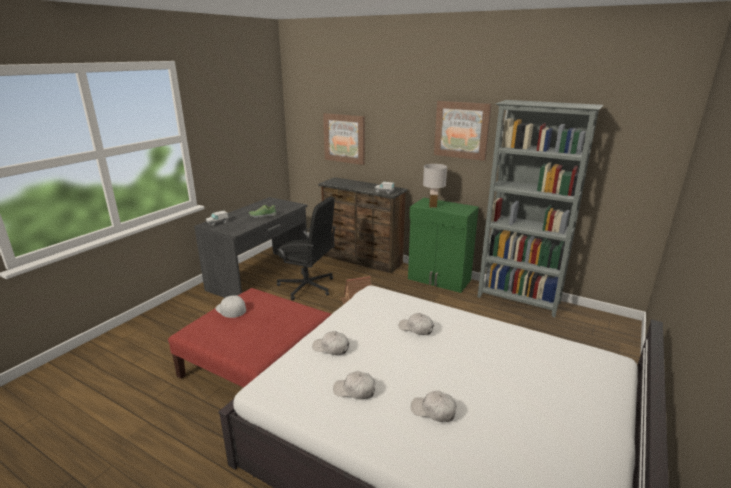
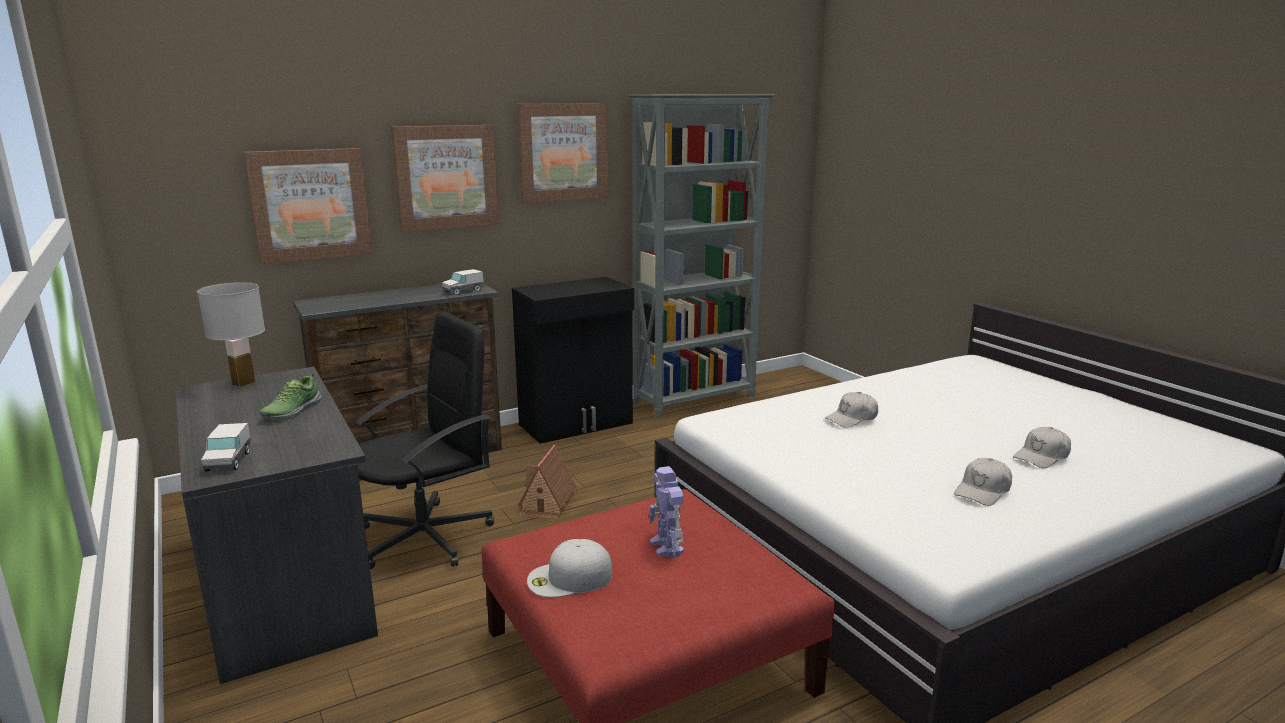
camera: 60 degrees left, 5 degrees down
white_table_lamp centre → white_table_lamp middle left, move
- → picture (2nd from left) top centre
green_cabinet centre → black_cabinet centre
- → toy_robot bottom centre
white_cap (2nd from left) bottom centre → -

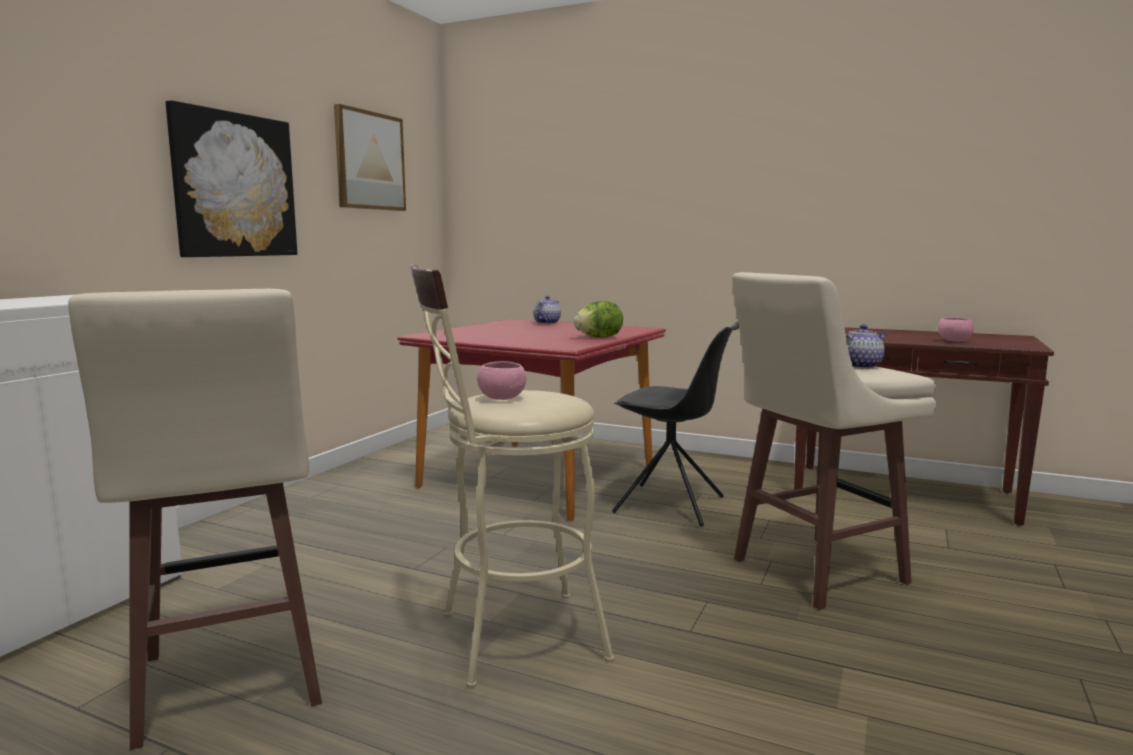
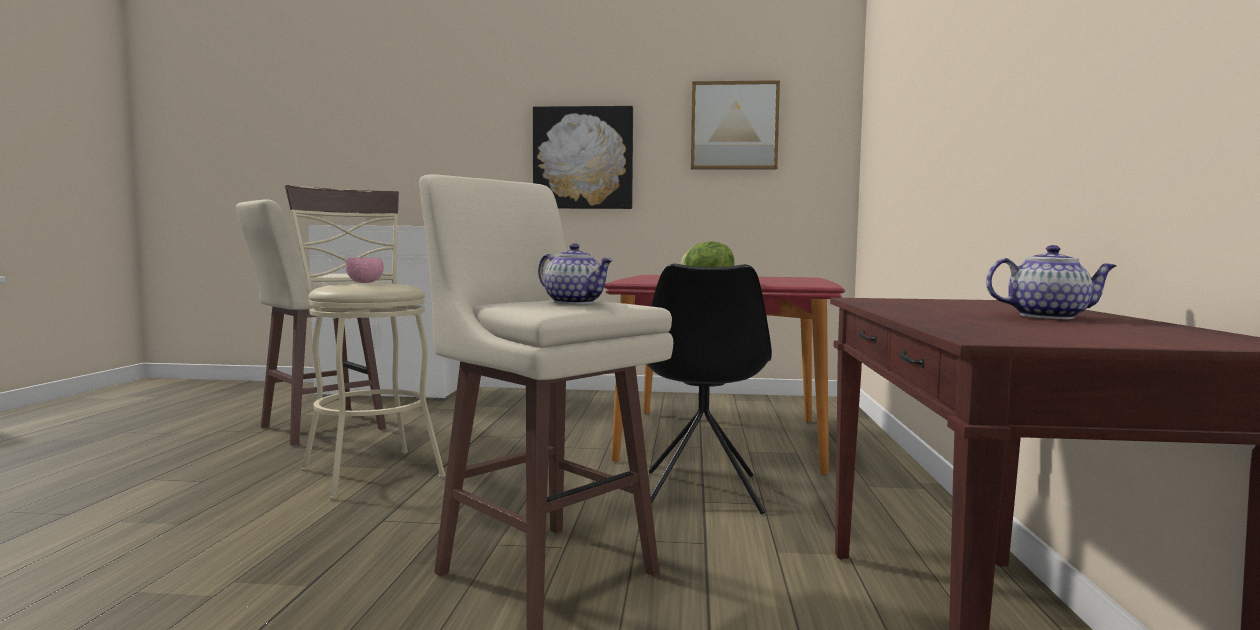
camera: 70 degrees right, 5 degrees down
teapot (1st from left in the first image) centre → teapot (2nd from left) middle right, move
pink_bowl (2nd from left) middle right → -

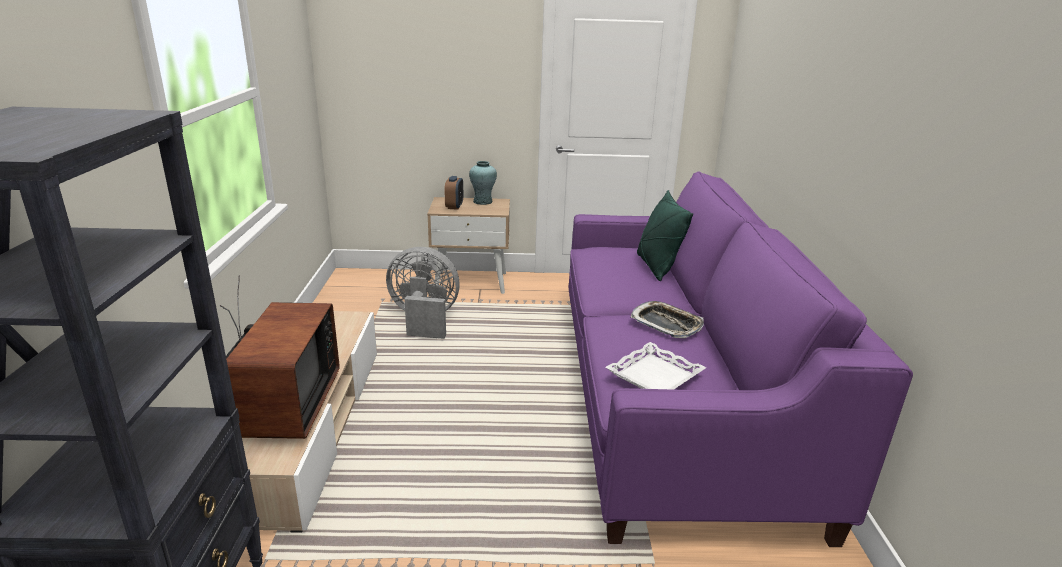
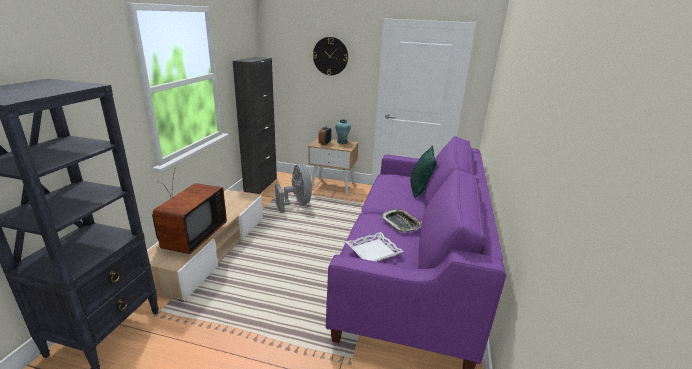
camera: 15 degrees right, 0 degrees up
- → black_cabinet centre
grey_fan centre, 45 degrees clockwise
- → wall_clock top centre

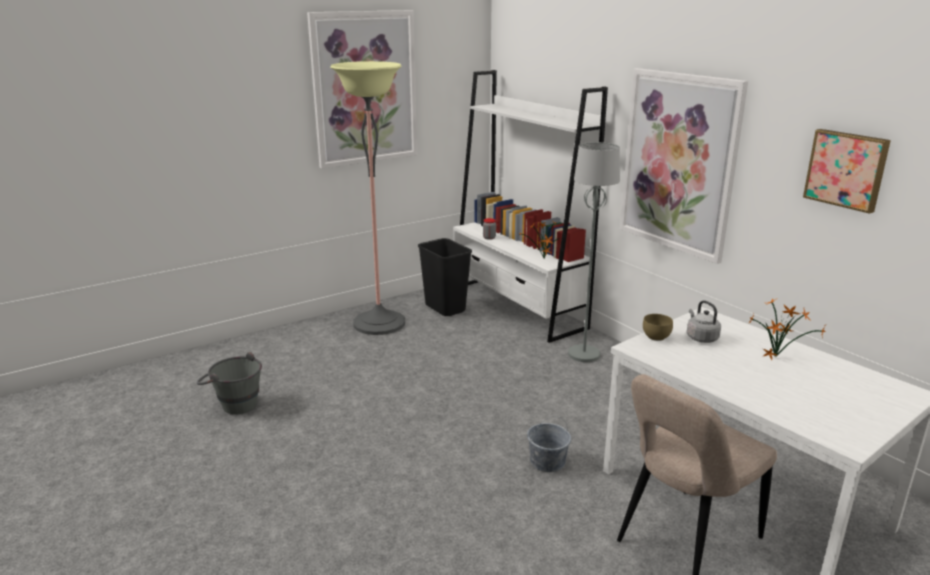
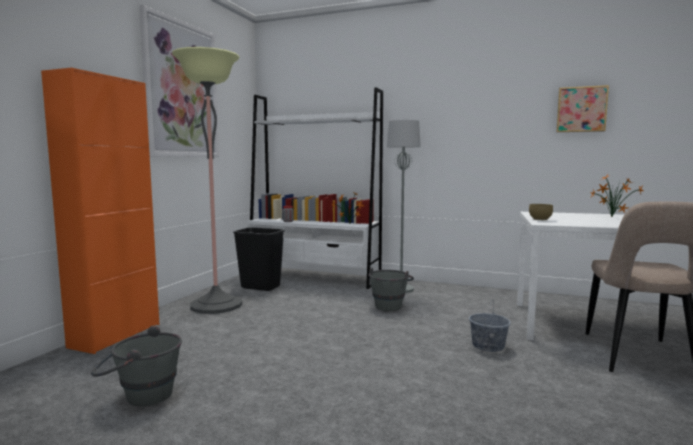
camera: 35 degrees left, 15 degrees down
- → orange_cabinet middle left
- → grey_bucket (2nd from left) centre
picture (2nd from left) top right → -
grey_kettle middle right → -

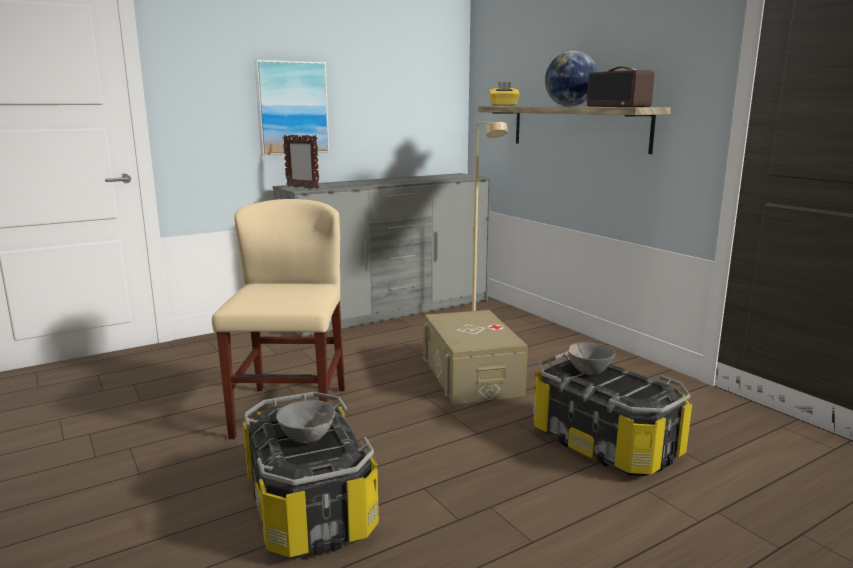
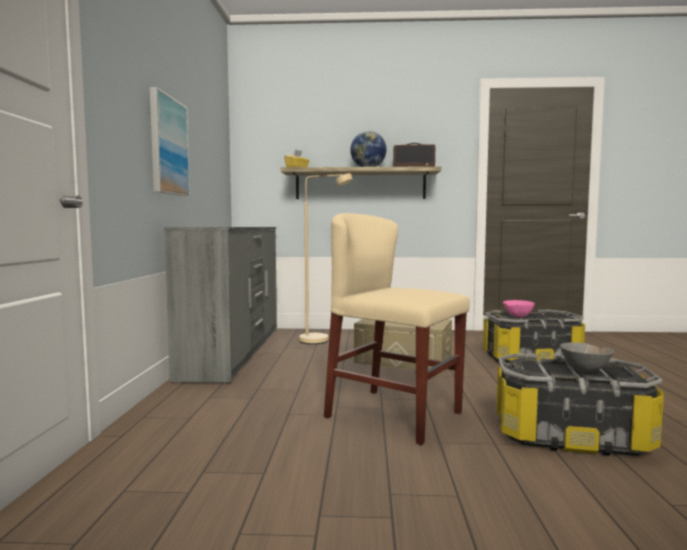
camera: 55 degrees left, 10 degrees down
grey_bowl (2nd from left) middle right → pink_bowl middle right
picture_frame top centre → -

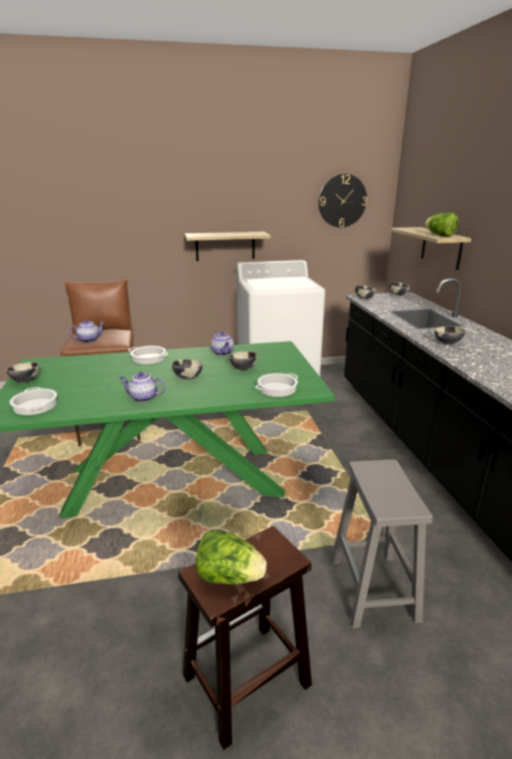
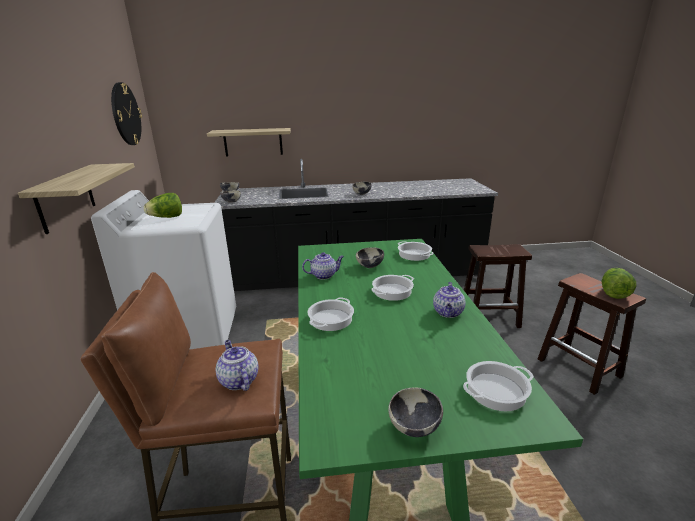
camera: 85 degrees left, 0 degrees up
lettuce (2nd from left in the first image) top right → lettuce (1st from left) middle left, move
bowl (2nd from left) centre → cooking_pot (2nd from left) centre
grey_stool bottom right → brown_stool (2nd from left) middle right

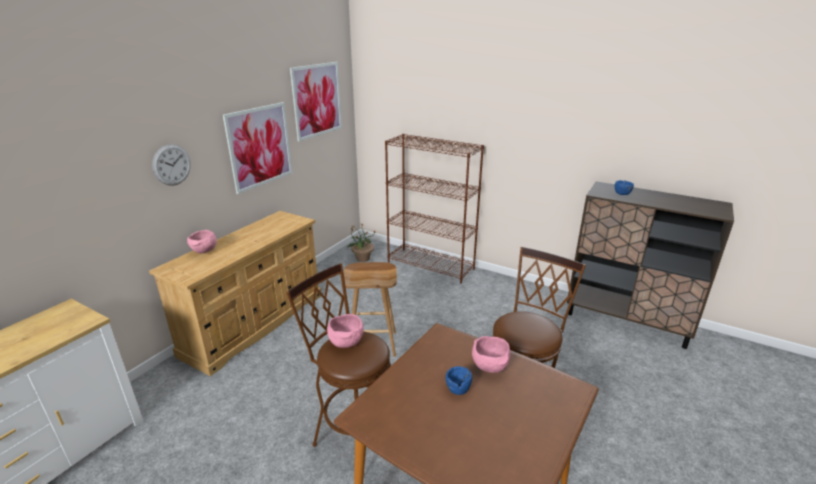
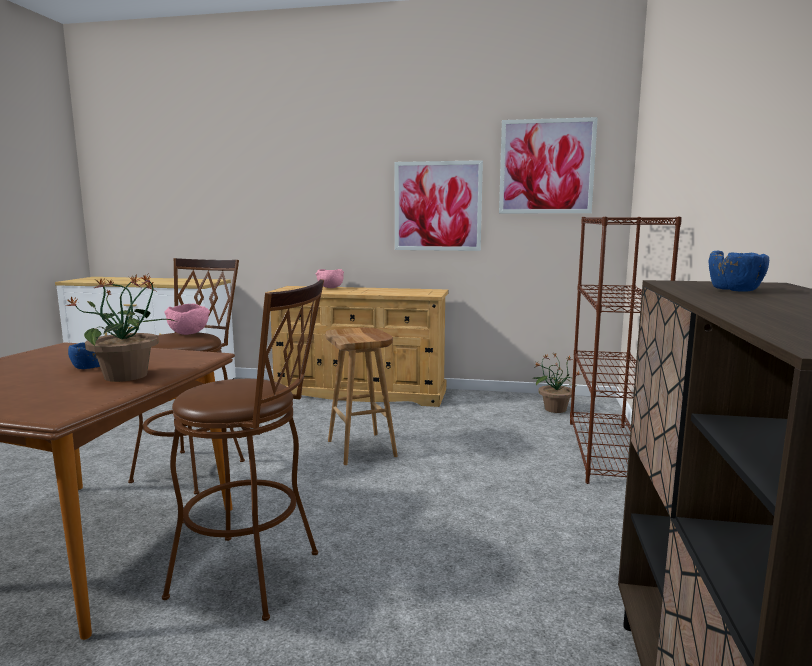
camera: 70 degrees right, 15 degrees down
pink_bowl (3rd from left) bottom centre → potted_plant (1st from left) middle left
wall_clock middle left → -

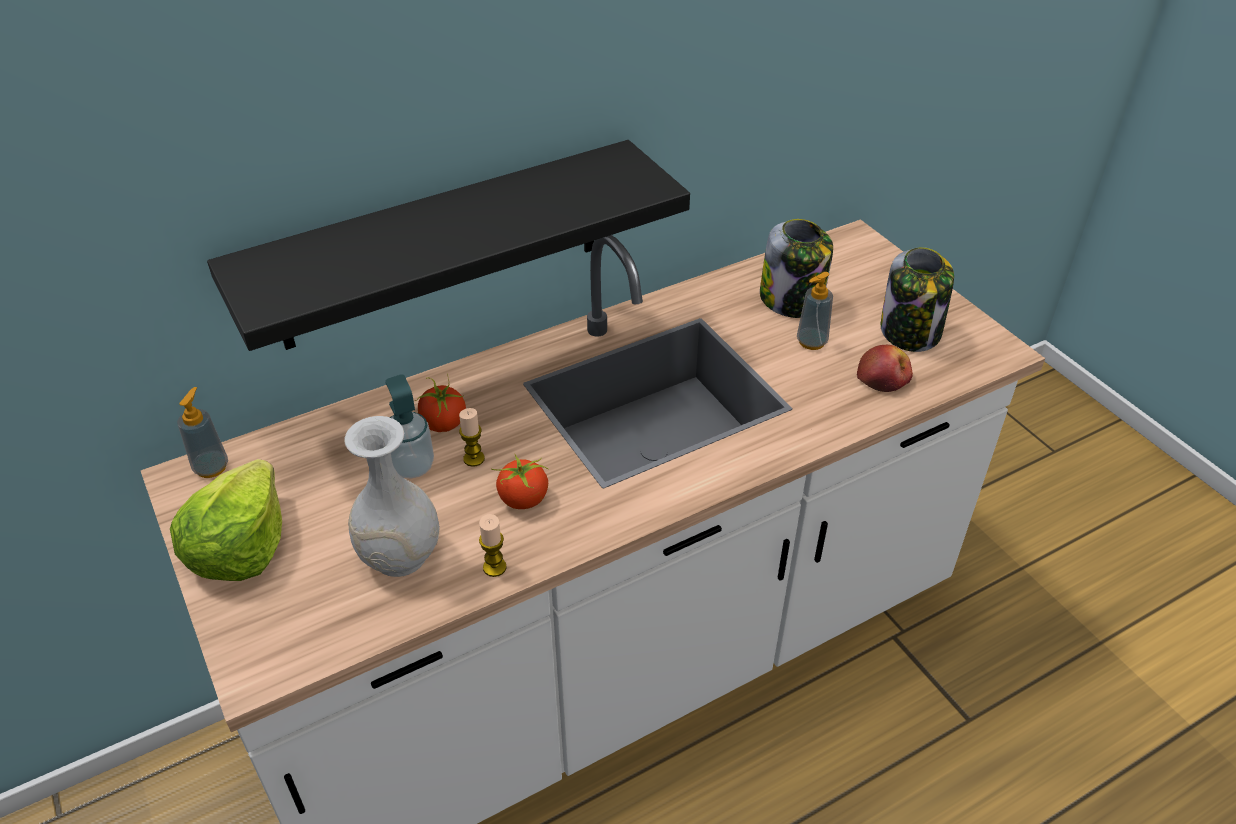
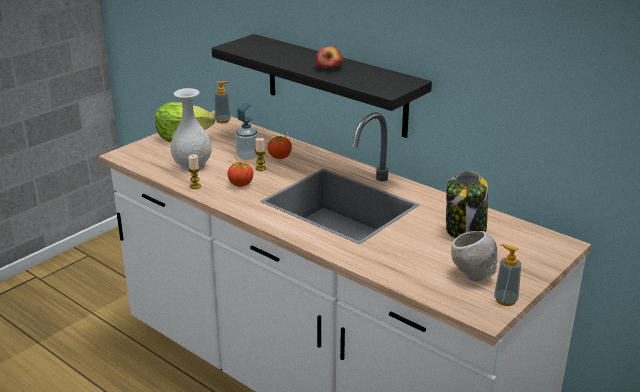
camera: 70 degrees right, 15 degrees down
apple middle right → apple top centre, move
jar (2nd from left) middle right → grey_bowl middle right
soap_dispenser (3rd from left) centre → soap_dispenser (3rd from left) bottom right, move

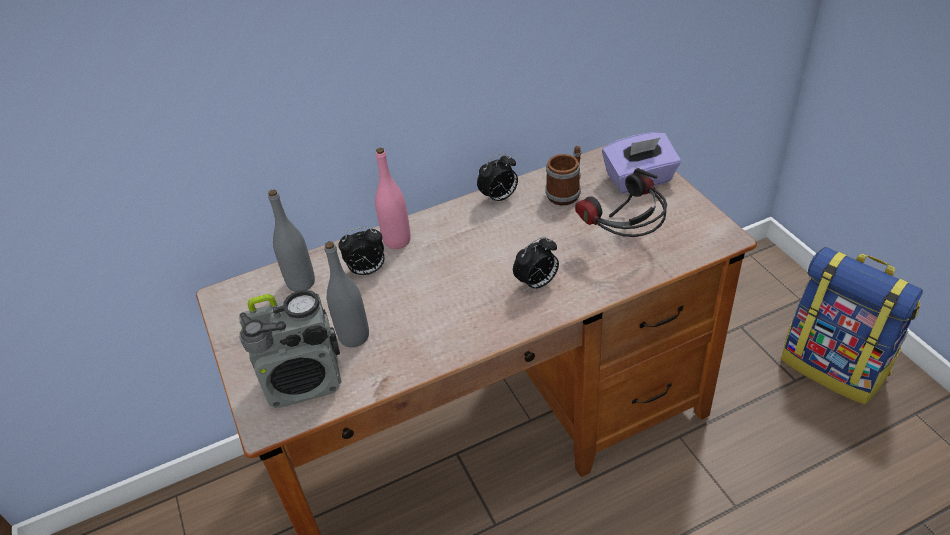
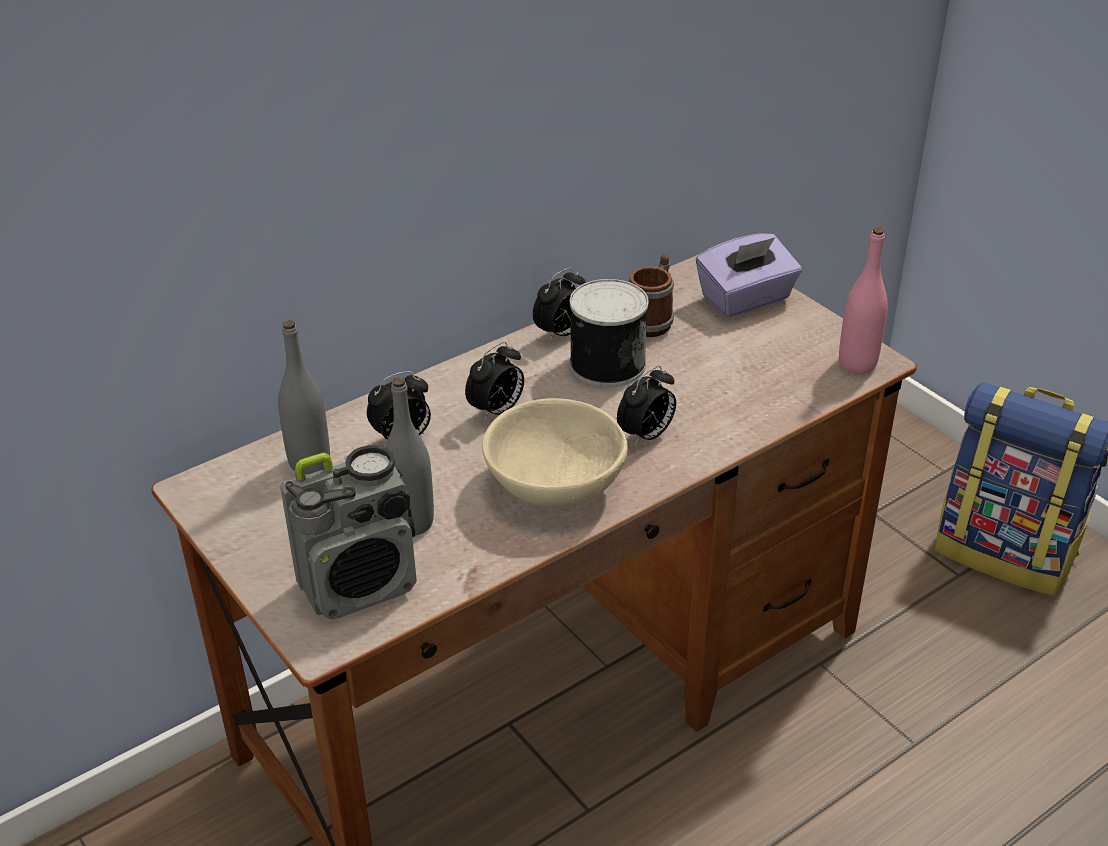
camera: 15 degrees left, 5 degrees down
- → alarm_clock (2nd from left) centre
- → beige_bowl centre
- → can centre
pink_bottle centre → pink_bottle middle right, move
headphones centre → -

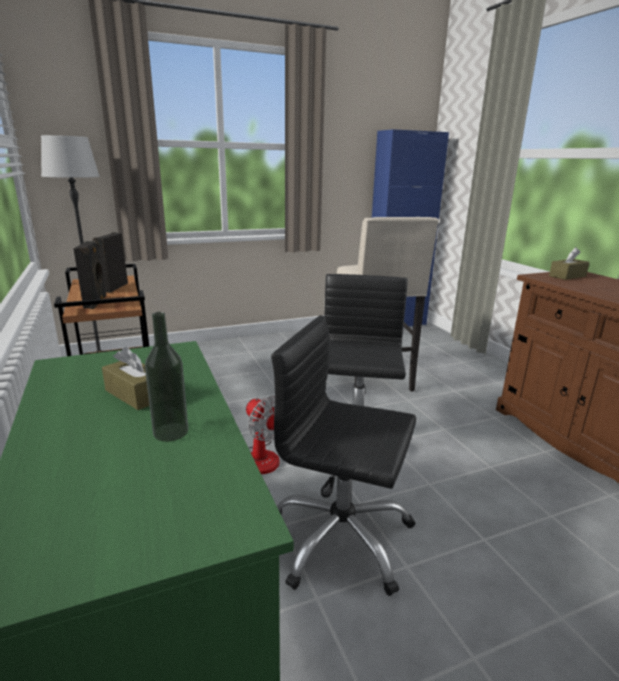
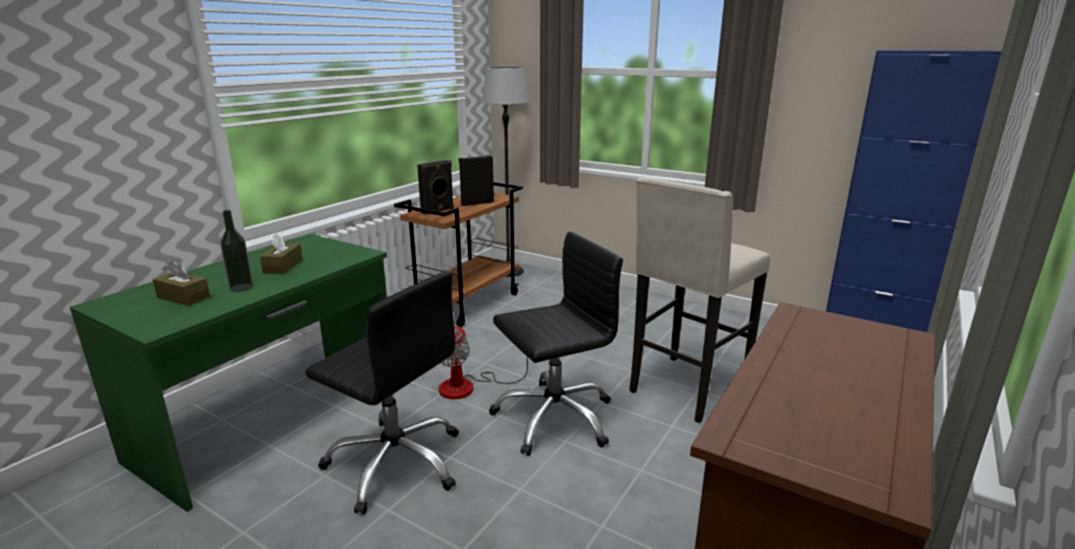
camera: 55 degrees right, 0 degrees up
brown_tissue_box (2nd from left in the first image) middle right → brown_tissue_box (1st from left) middle left, move
black_office_chair (1st from left) bottom centre, 135 degrees clockwise

